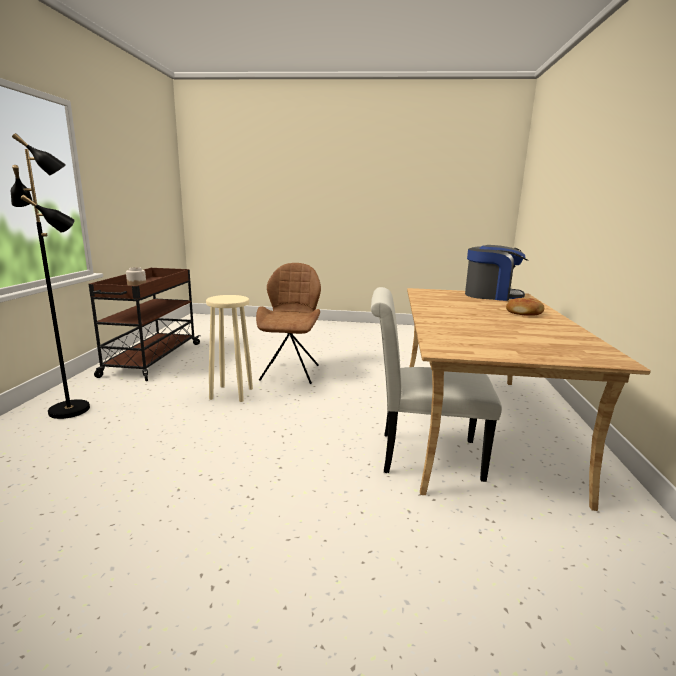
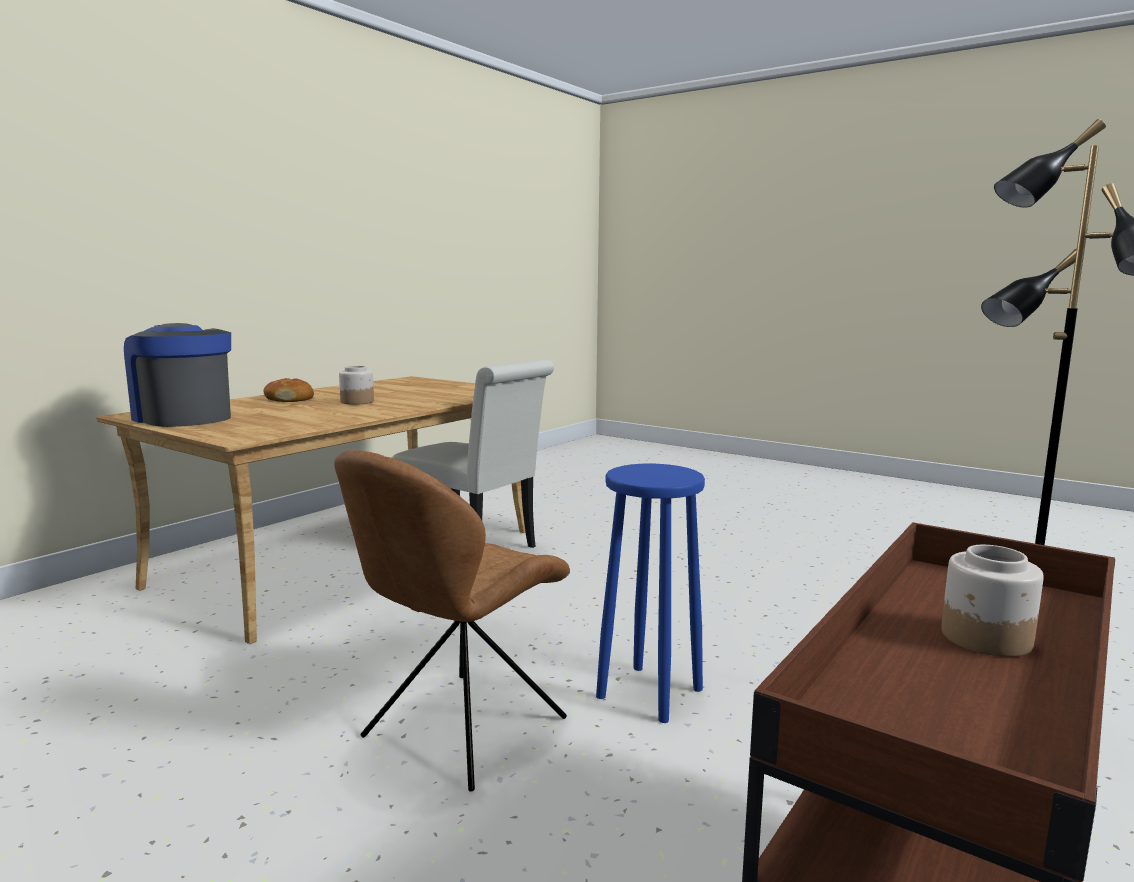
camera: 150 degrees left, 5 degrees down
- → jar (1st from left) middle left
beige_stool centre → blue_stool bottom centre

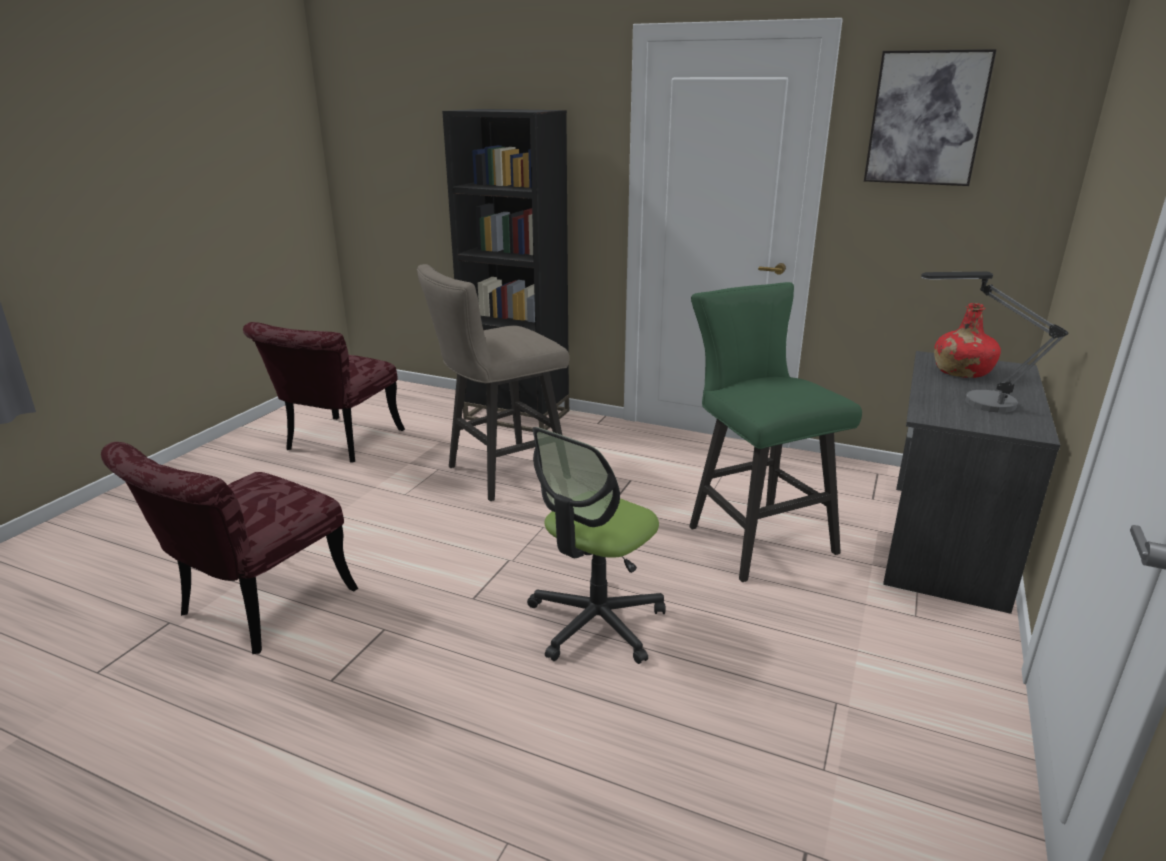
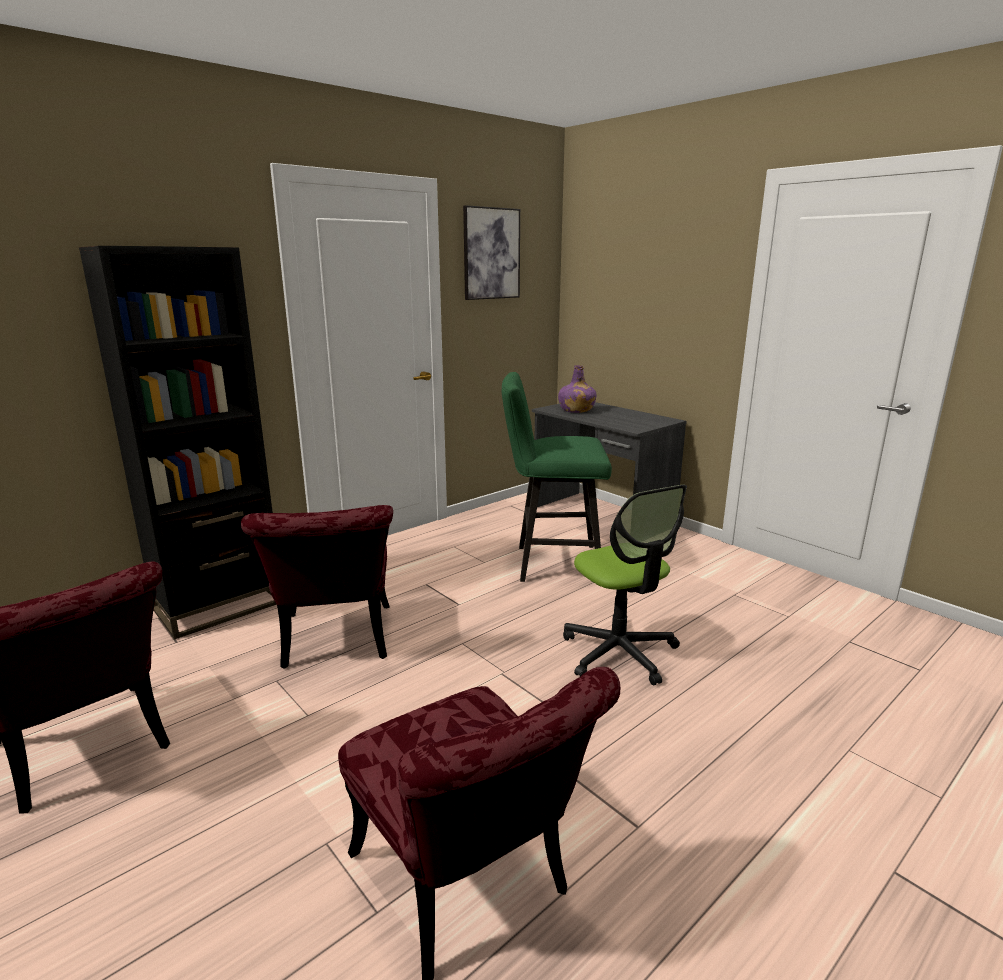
camera: 65 degrees left, 5 degrees down
beige_stool centre → red_chair (2nd from left) middle left
red_bottle middle right → purple_bottle centre
table_lamp middle right → -

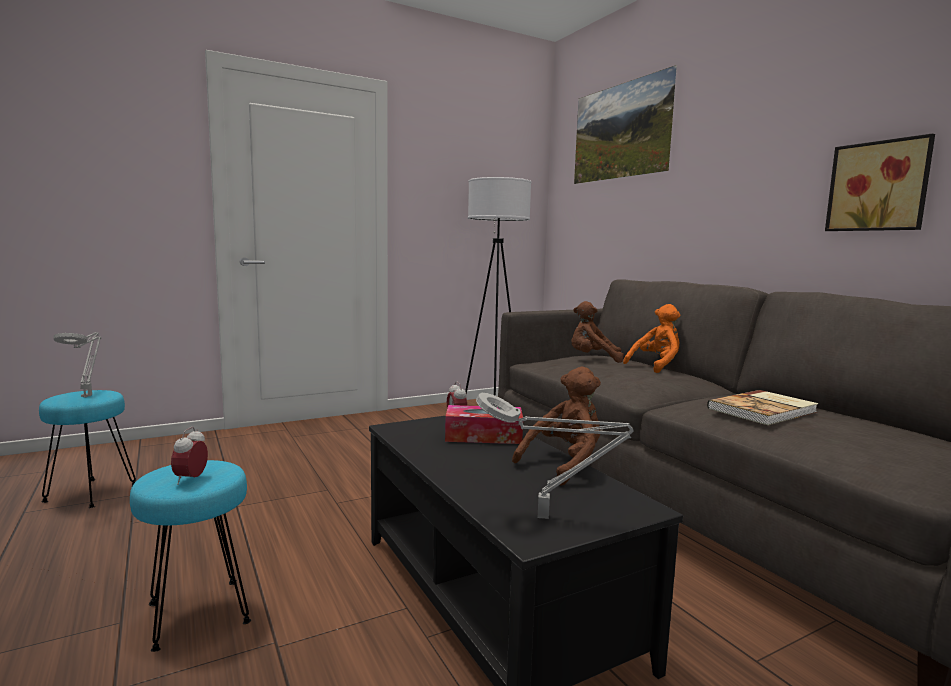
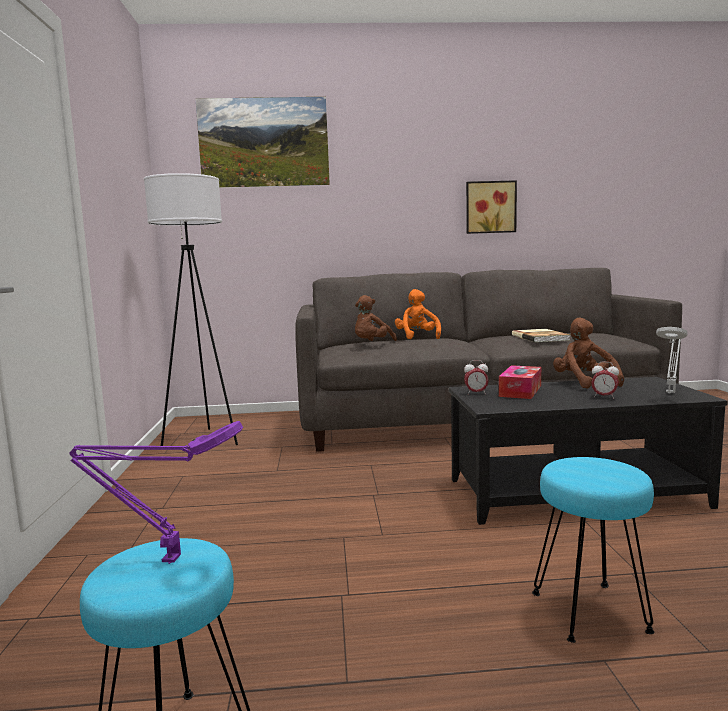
camera: 65 degrees left, 0 degrees up
grey_table_lamp (1st from left) middle left → purple_table_lamp bottom left
alarm_clock (1st from left in the first image) middle left → alarm_clock (2nd from left) middle right, move

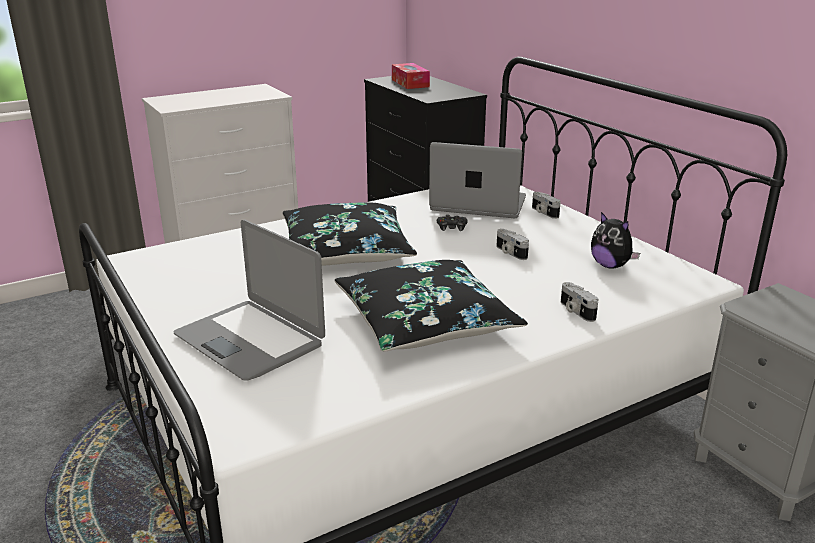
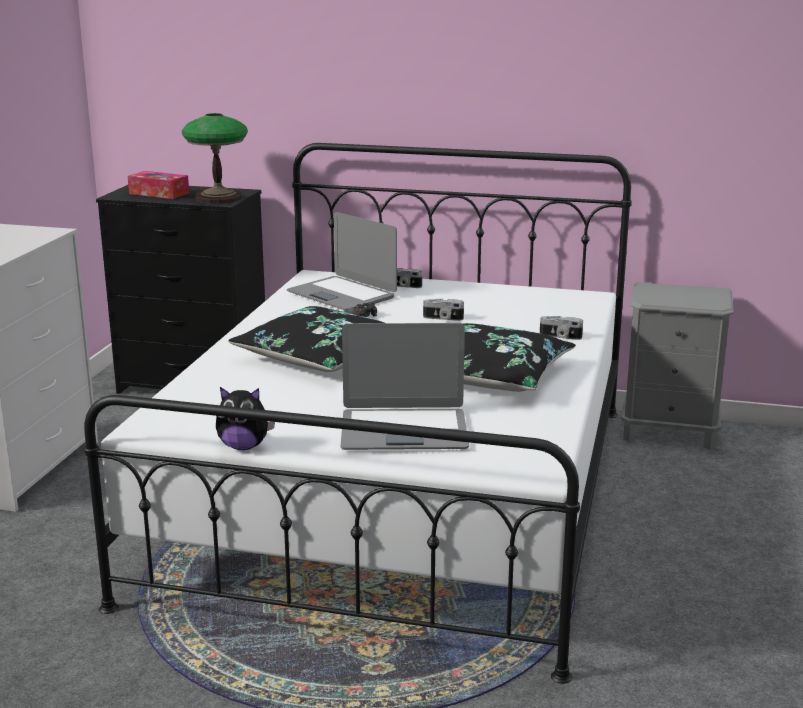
camera: 45 degrees left, 5 degrees down
- → table_lamp top left
plush_toy middle right → plush_toy middle left, move
laptop (2nd from left in the first image) top centre → laptop (1st from left) centre, 105 degrees counterclockwise

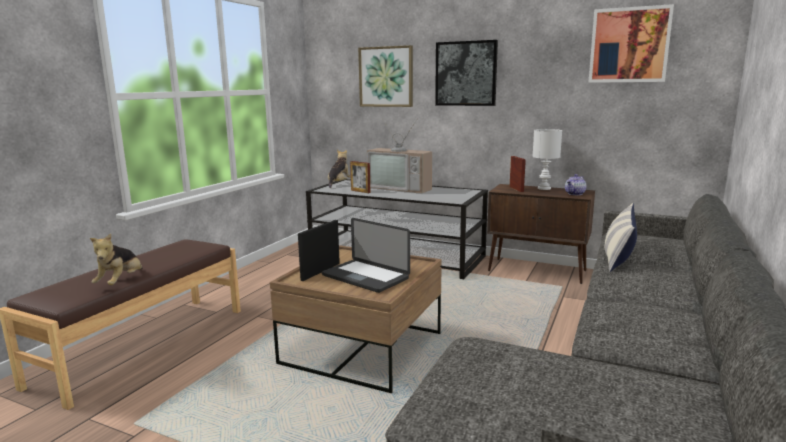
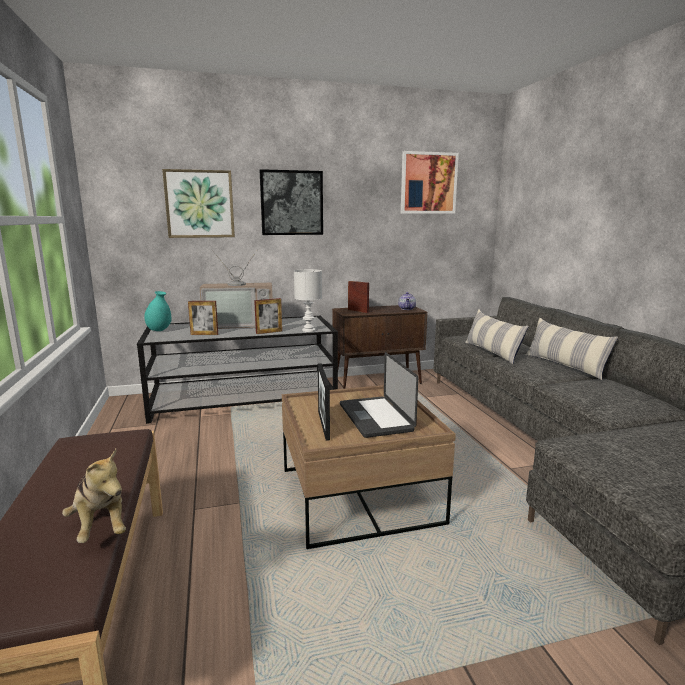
camera: 40 degrees left, 0 degrees up
plush_toy (2nd from left) centre → turquoise_vase middle left
- → picture_frame (2nd from left) centre
white_table_lamp middle right → white_table_lamp centre, move
laptop centre, 75 degrees clockwise
- → pillow (2nd from left) middle right

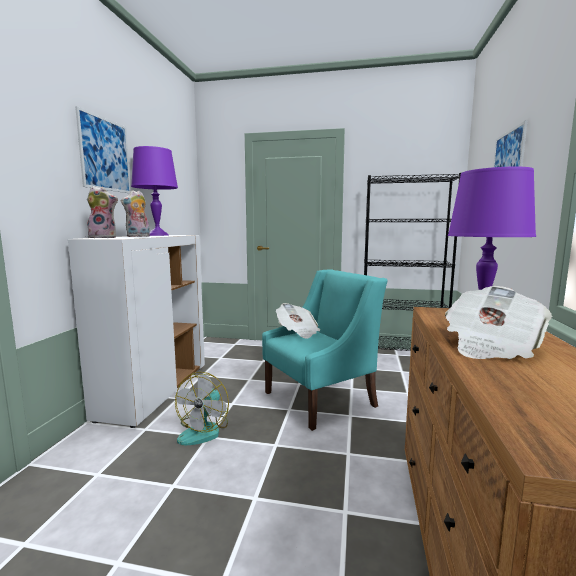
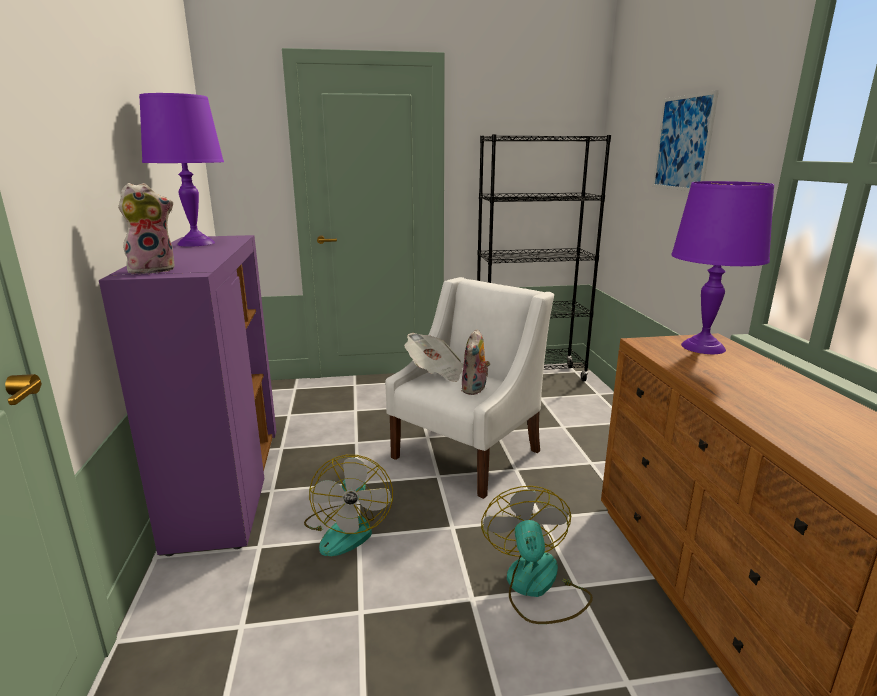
camera: 20 degrees left, 10 degrees up
white_cabinet middle left → purple_cabinet middle left
turquoise_armchair centre → white_armchair centre
plush_toy (2nd from left) middle left → plush_toy (2nd from left) centre, move
- → fan (2nd from left) bottom centre
picture (1st from left) top left → -
newspaper (2nd from left) middle right → -

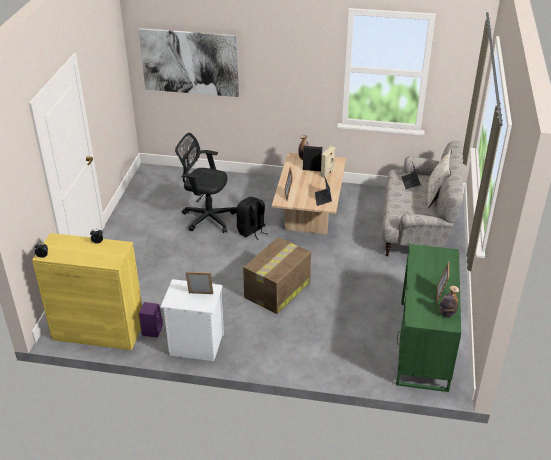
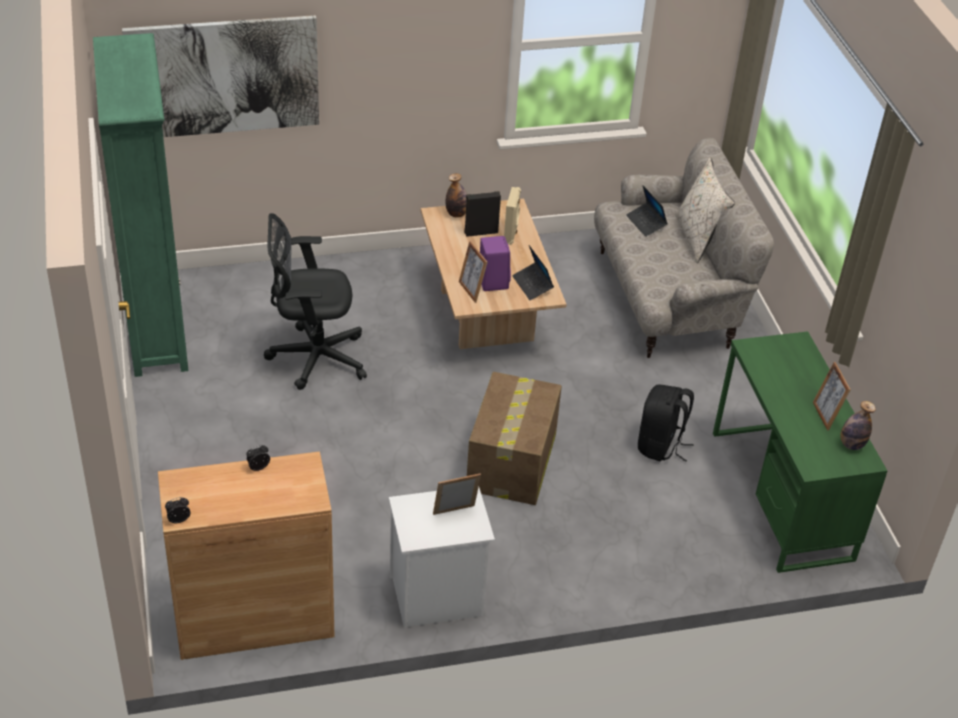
camera: 25 degrees left, 5 degrees up
- → green_bookcase top left
yellow_cabinet middle left → brown_cabinet bottom left
purple_speaker bottom left → purple_speaker centre, move
black_backpack centre → black_backpack middle right, move

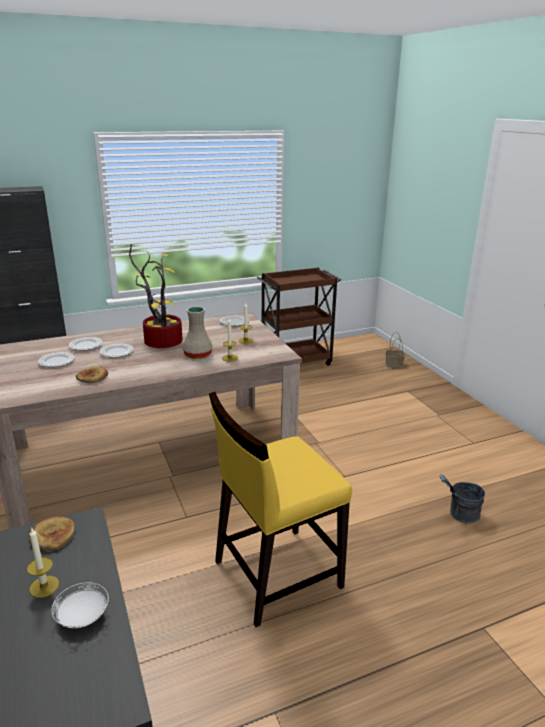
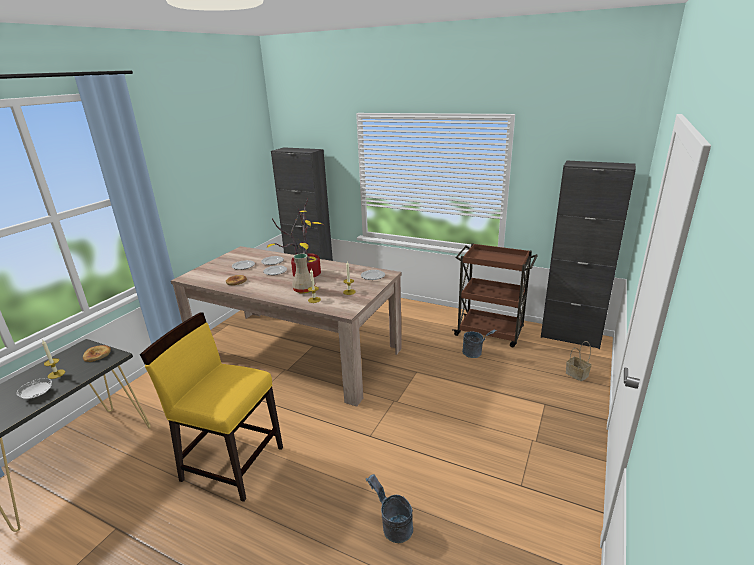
camera: 50 degrees right, 0 degrees up
- → grey_bucket (2nd from left) centre
- → black_cabinet (2nd from left) middle right

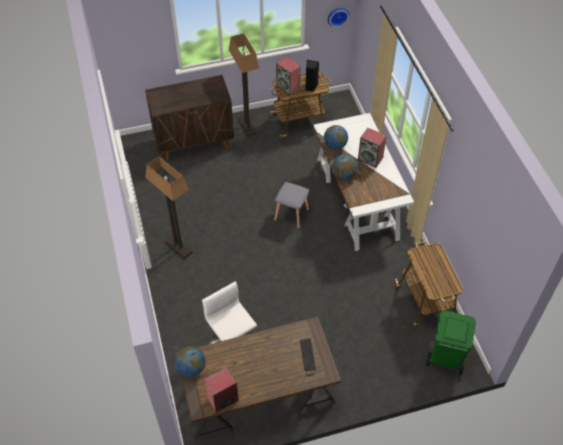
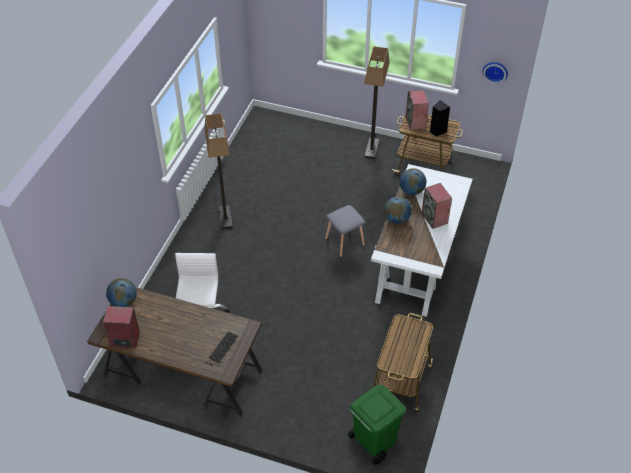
camera: 35 degrees right, 5 degrees down
brown_cabinet top centre → -

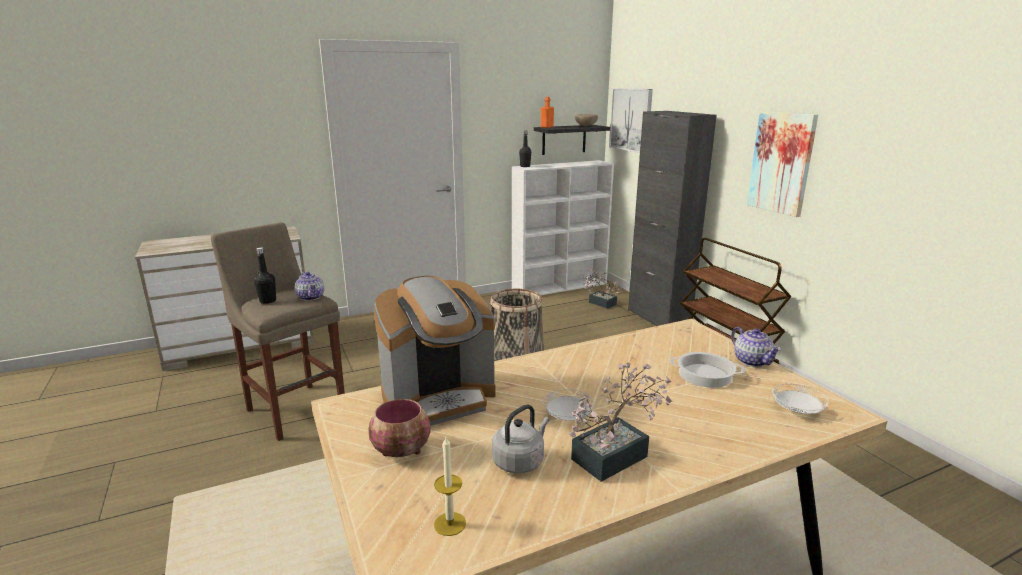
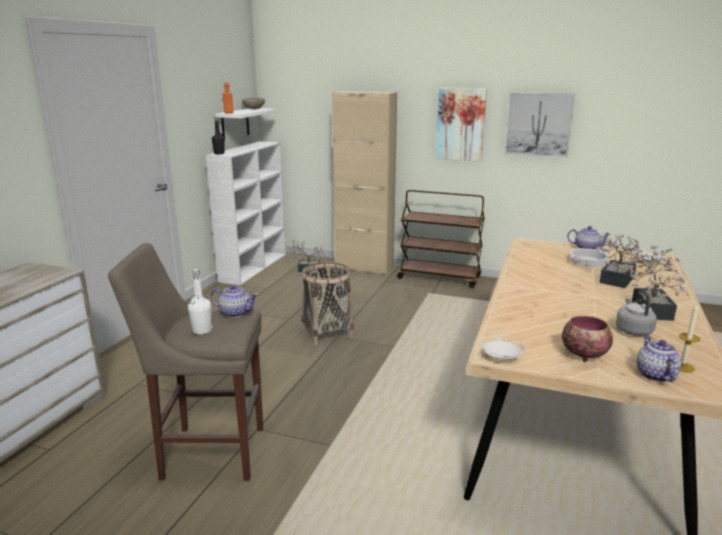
camera: 45 degrees left, 0 degrees up
black_bottle (1st from left) middle left → white_bottle middle left
black_shelf top centre → white_shelf top centre
black_cabinet centre → beige_cabinet centre
white_plate (1st from left) bottom centre → white_plate (1st from left) middle right, move
picture (1st from left in the first image) top centre → picture (2nd from left) top right, move
- → potted_plant (2nd from left) middle right
- → teapot (3rd from left) bottom right
coffee_machine centre → -

